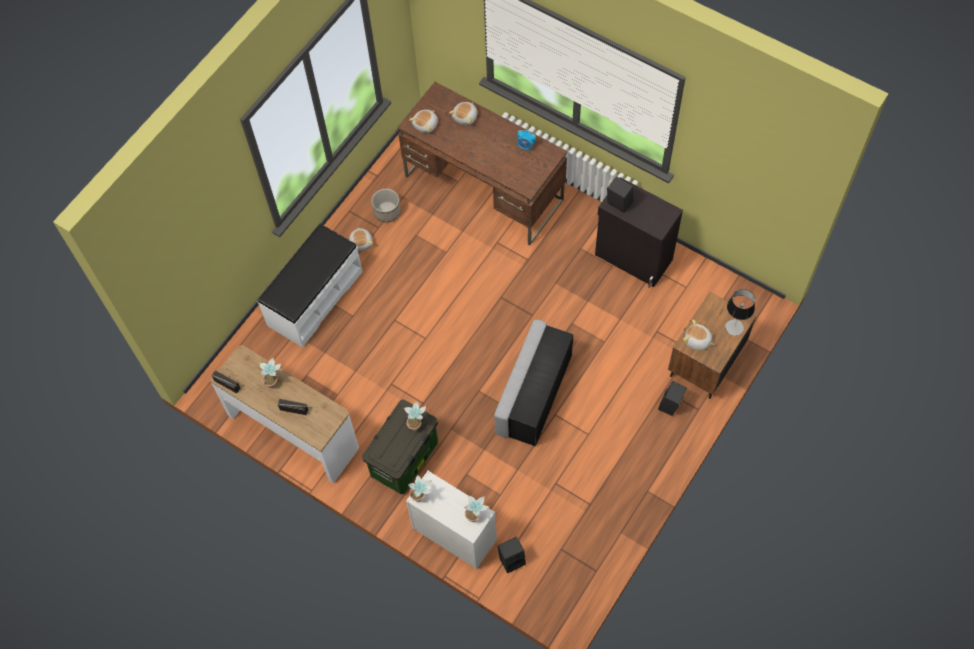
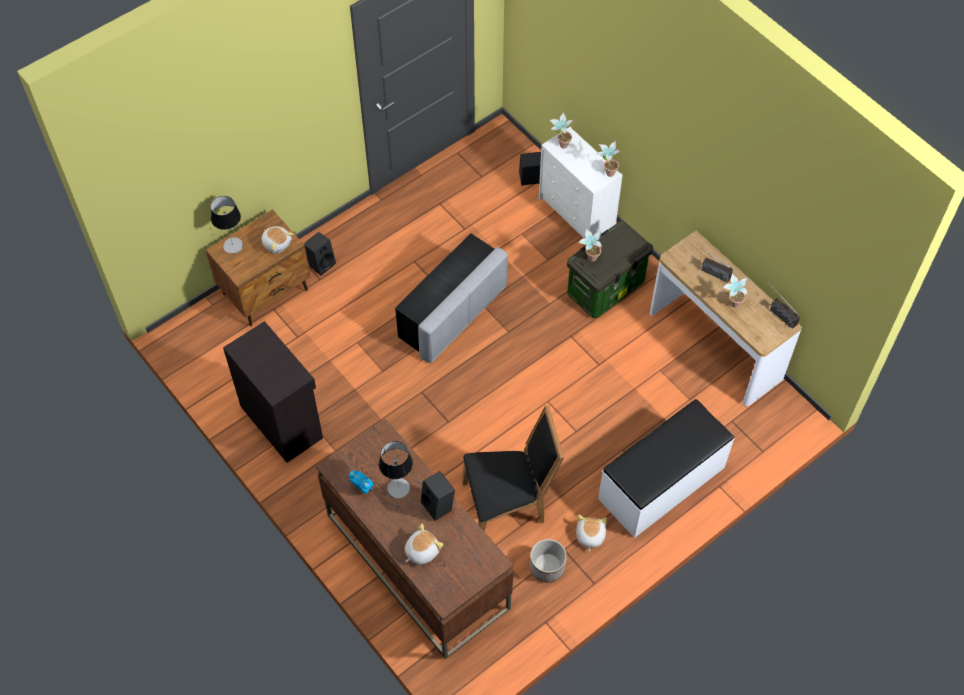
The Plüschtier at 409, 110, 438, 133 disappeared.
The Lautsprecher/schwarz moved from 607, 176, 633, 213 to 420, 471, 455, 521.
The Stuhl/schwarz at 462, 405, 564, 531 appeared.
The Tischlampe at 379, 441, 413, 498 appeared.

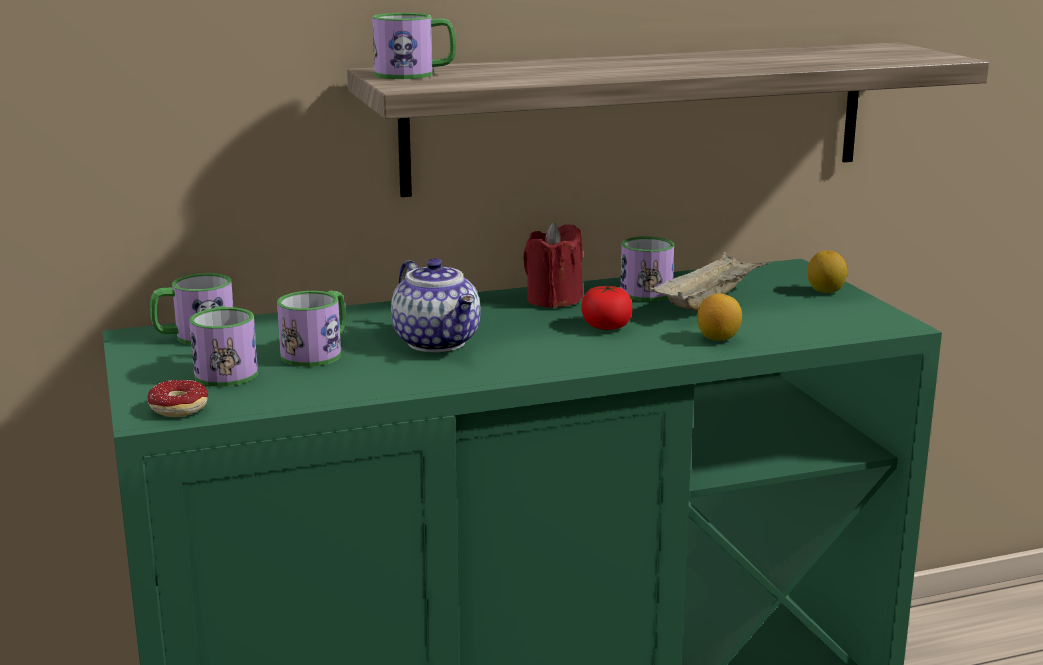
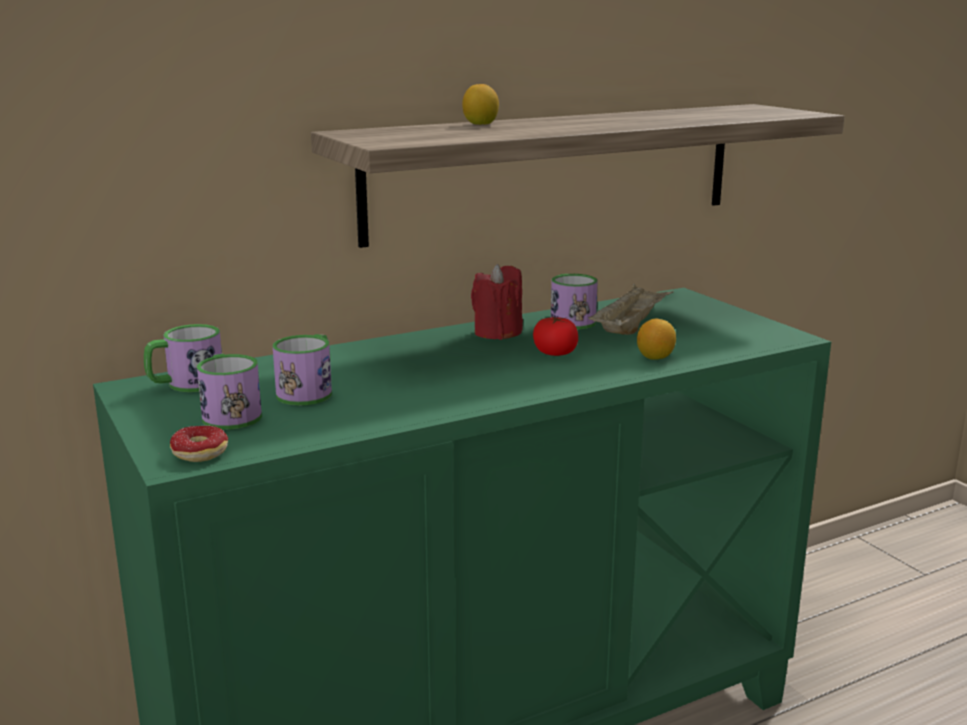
The Henkelbecher at 372, 13, 456, 79 disappeared.
The Zitrone moved from 807, 250, 847, 293 to 462, 84, 499, 125.
The Teekanne at 391, 258, 481, 353 disappeared.

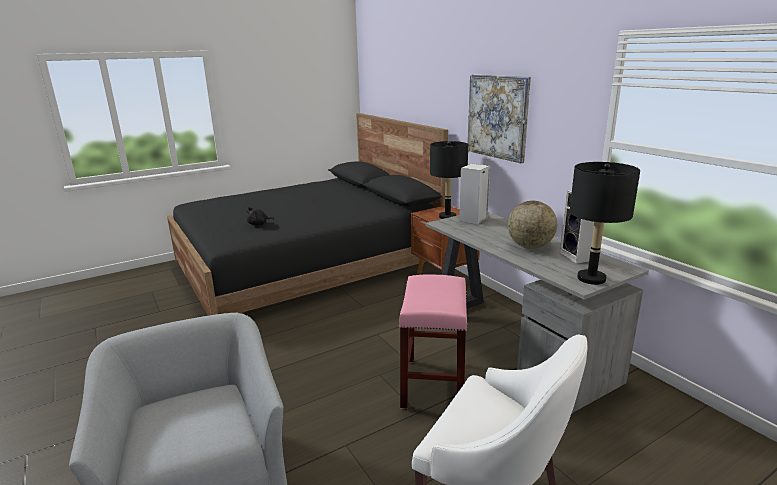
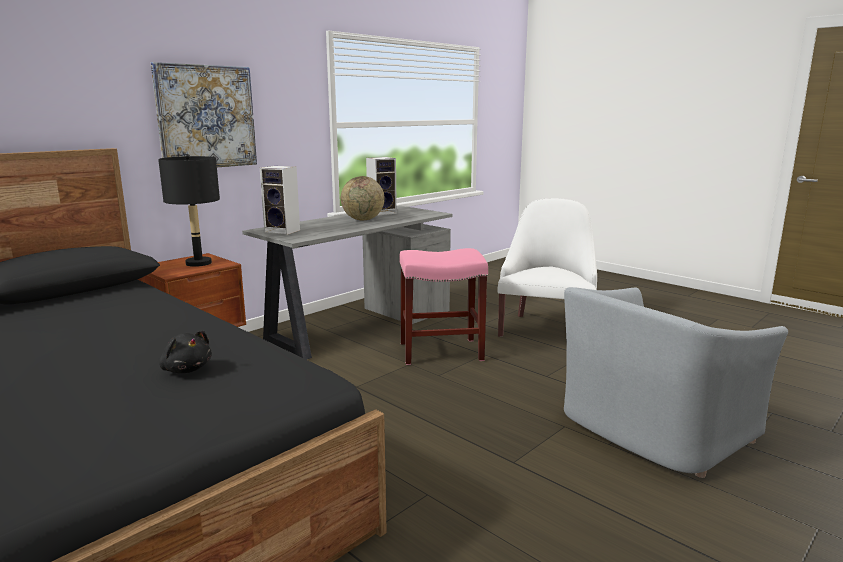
The Tischlampe/schwarz at 570, 162, 640, 285 disappeared.

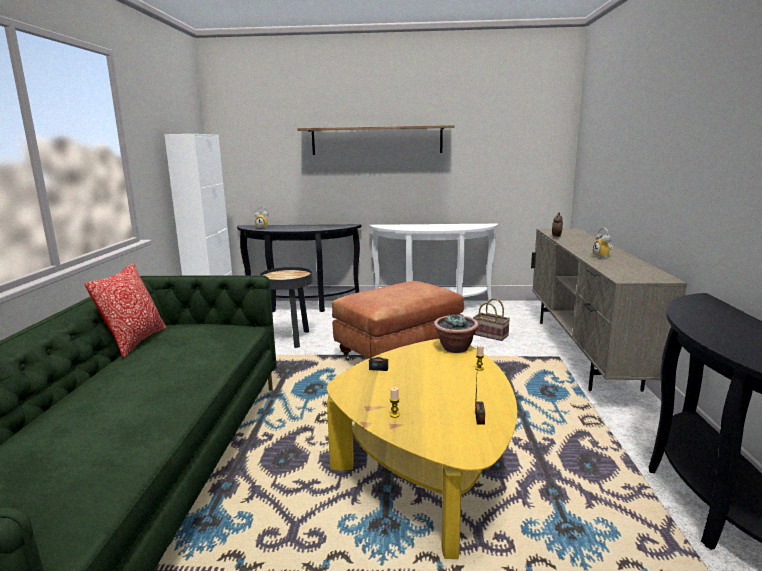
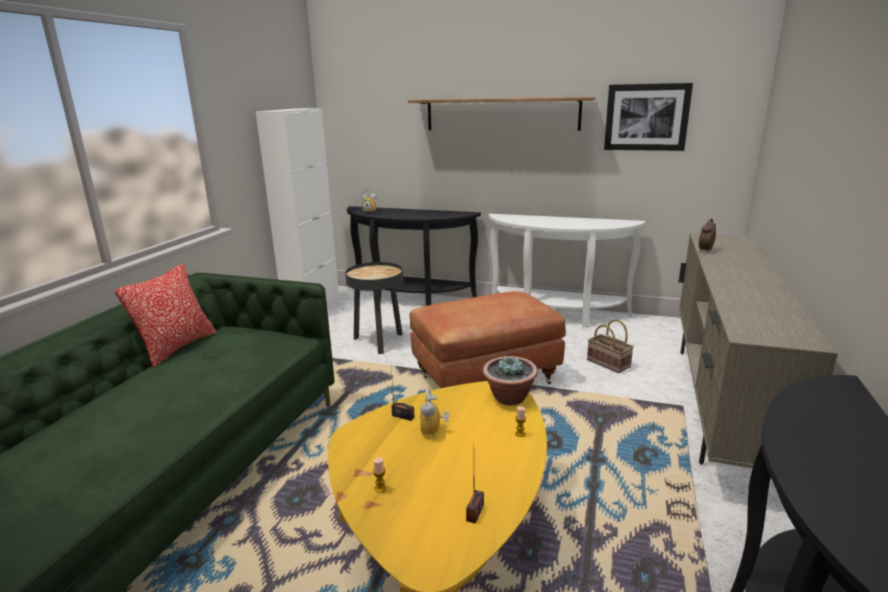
The Wecker moved from 593, 228, 613, 259 to 420, 389, 450, 438.
The Bild at 604, 83, 693, 151 appeared.

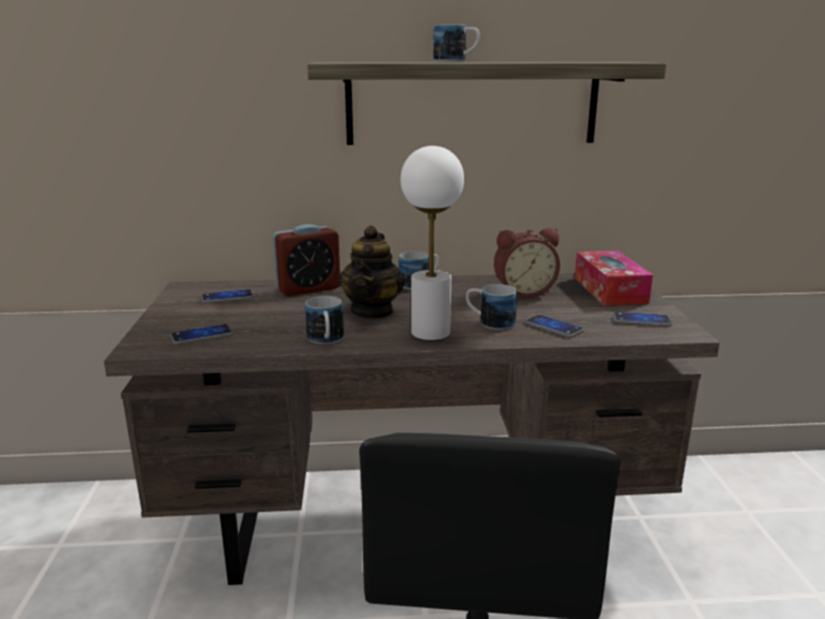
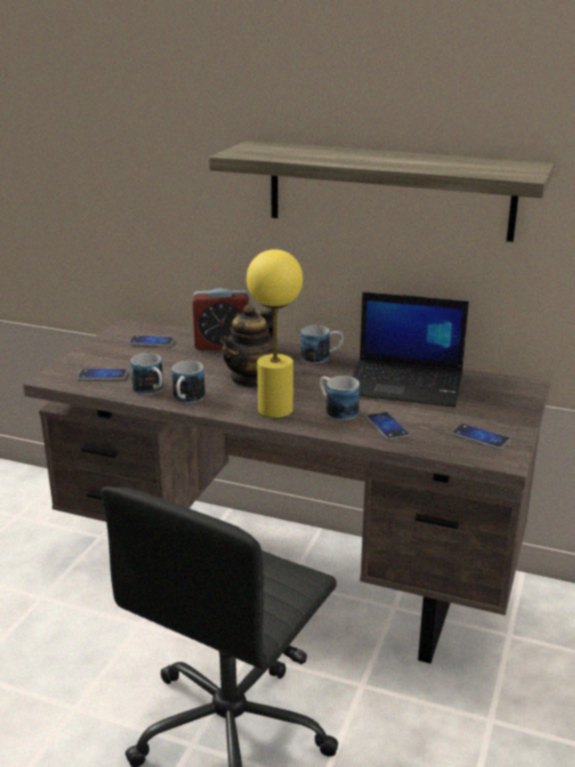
The Henkelbecher moved from 433, 24, 480, 62 to 130, 353, 163, 395.
The Tischlampe/weiß at 401, 146, 464, 340 became the Tischlampe/gelb at 246, 249, 303, 418.
The Wecker at 494, 228, 560, 297 was replaced by the Laptop at 352, 292, 469, 407.
The Taschentuchbox at 575, 251, 653, 306 disappeared.

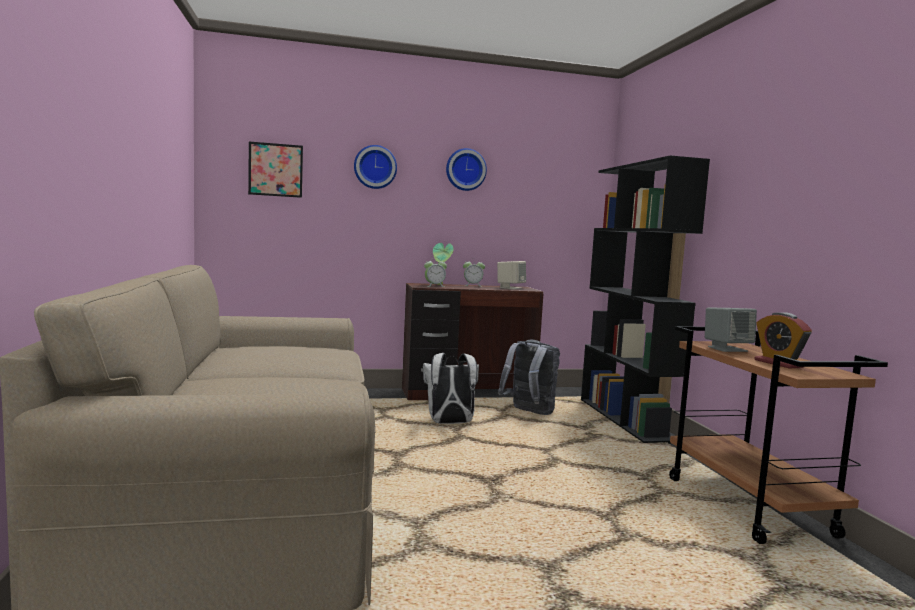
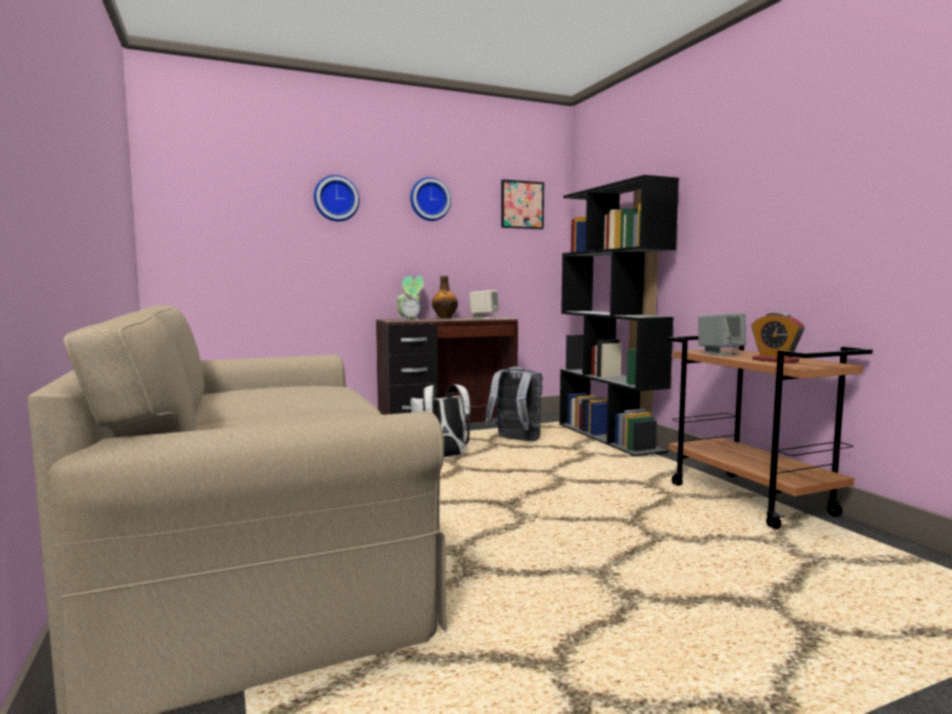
The Bild moved from 248, 141, 303, 198 to 501, 179, 544, 229.
The Wecker at 463, 259, 485, 287 was replaced by the Flasche at 432, 276, 458, 319.

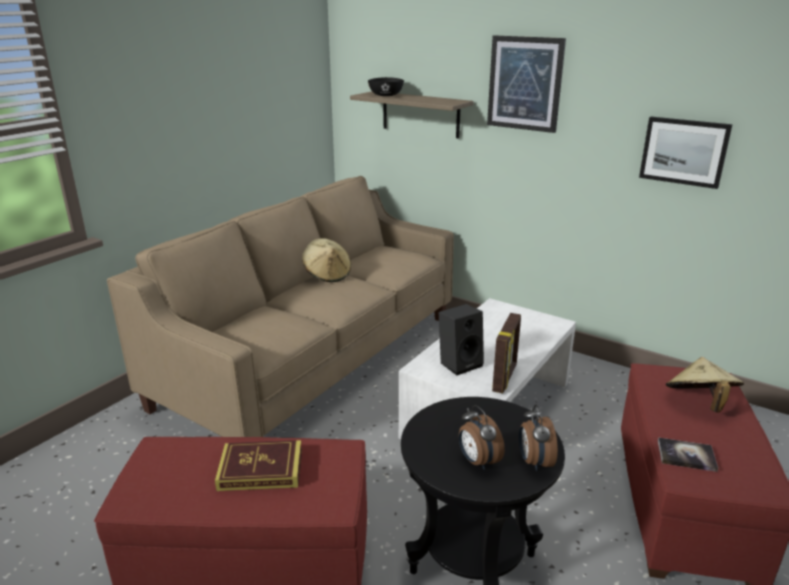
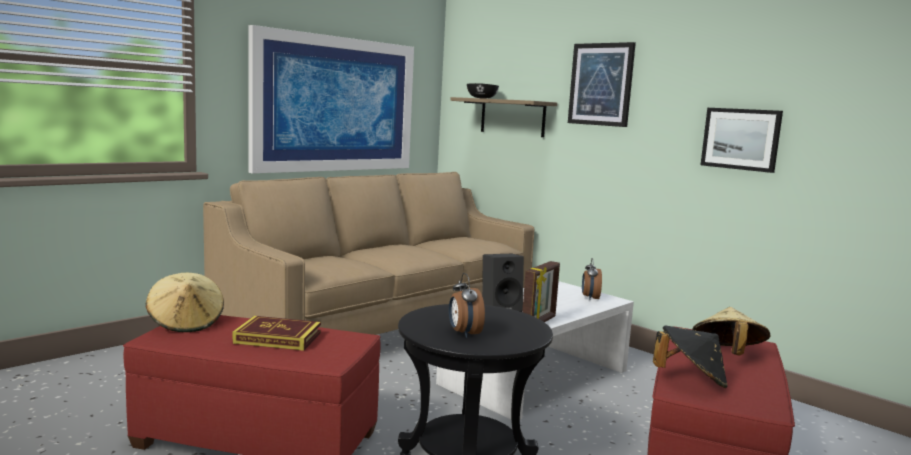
The Hut/beige moved from 302, 238, 351, 282 to 146, 273, 224, 332.
The Wecker moved from 519, 404, 558, 471 to 582, 258, 602, 299.
The Buch at 658, 438, 718, 472 was replaced by the Hut/schwarz at 653, 325, 728, 388.
The Bild at 248, 25, 414, 174 appeared.

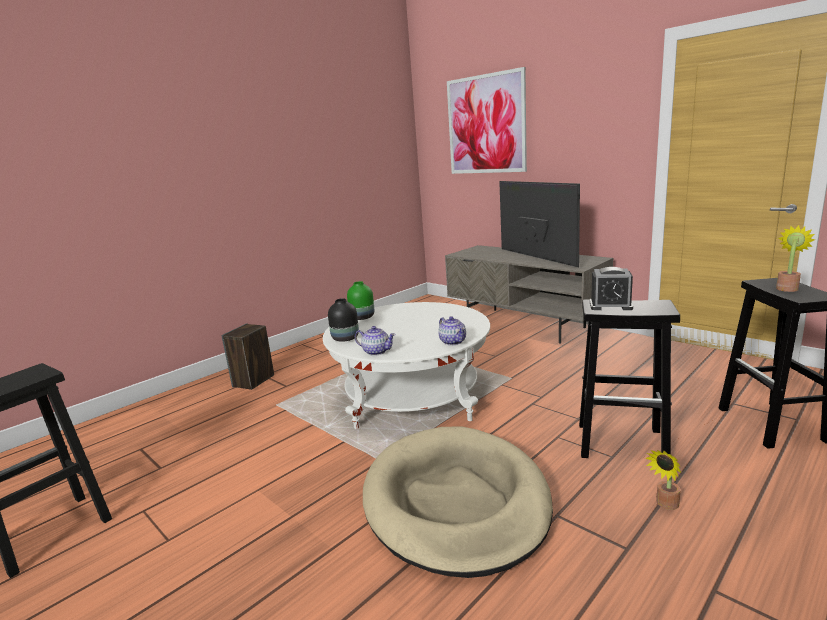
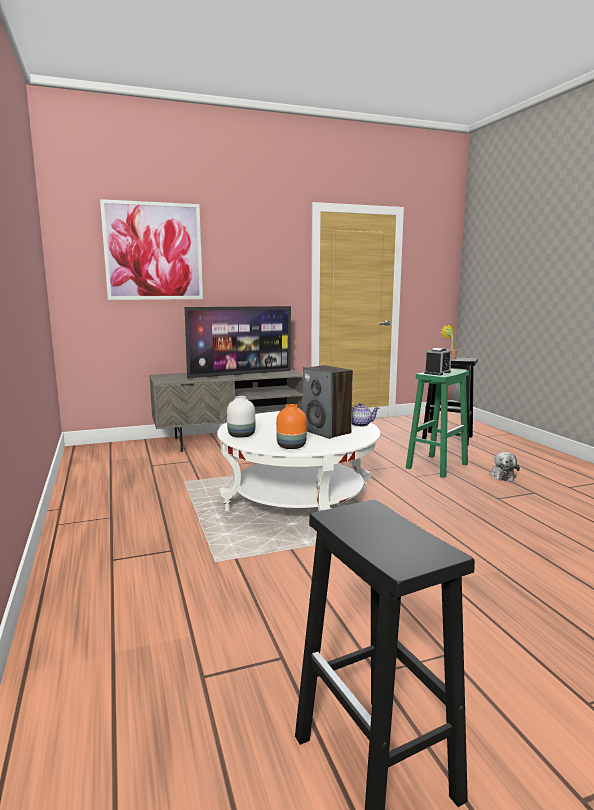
The Fernseher at 499, 181, 580, 267 turned 150 degrees clockwise.
The Vase/grün at 347, 281, 374, 320 became the Vase/weiß at 227, 396, 255, 438.
The Vase/schwarz at 328, 298, 359, 342 became the Vase/orange at 276, 404, 307, 449.
The Hocker/schwarz at 579, 300, 680, 458 became the Hocker/grün at 406, 369, 469, 478.
The Lautsprecher moved from 222, 323, 274, 390 to 303, 365, 353, 439.
The Teekanne at 355, 326, 396, 356 disappeared.
The Hundebett/beige at 363, 426, 553, 578 disappeared.
The Topfpflanze at 645, 450, 681, 510 was replaced by the Plüschtier at 489, 452, 520, 481.

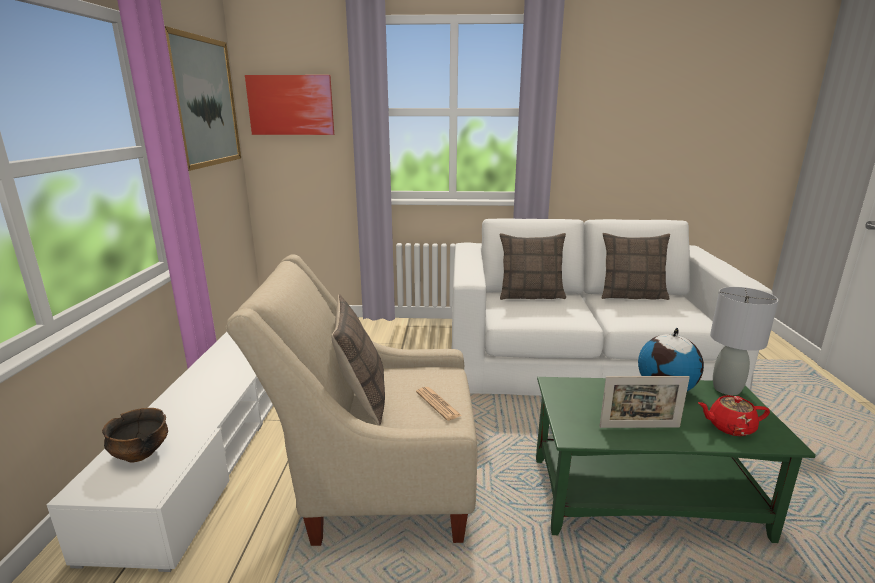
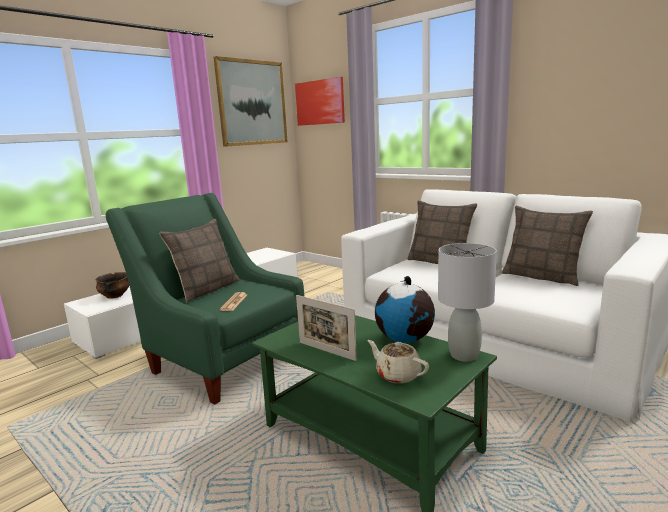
The Sessel/beige at 225, 254, 478, 546 became the Sessel/grün at 106, 193, 305, 405.
The Teekanne/rot at 698, 395, 770, 436 became the Teekanne/beige at 367, 340, 429, 383.

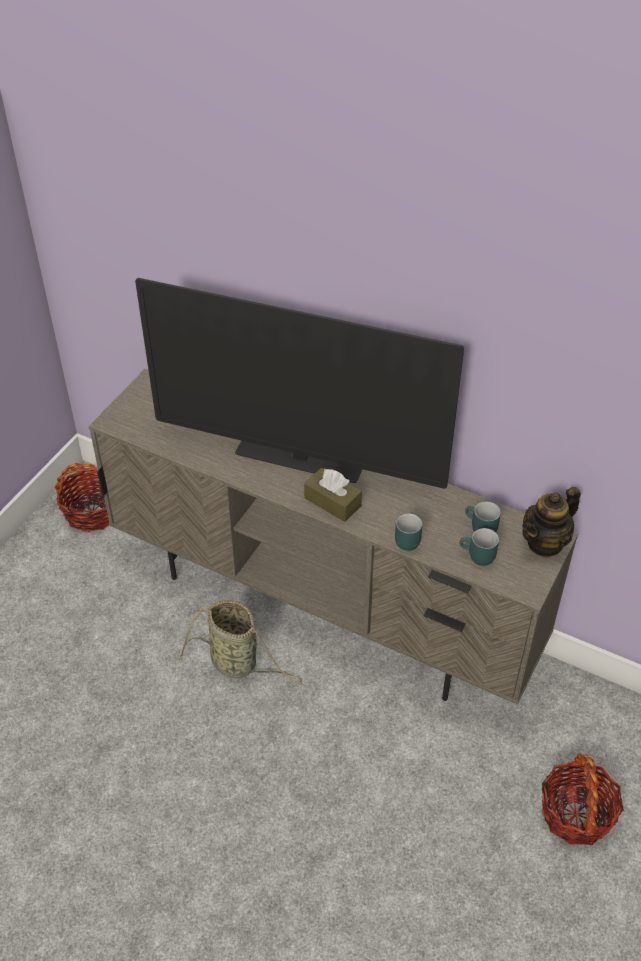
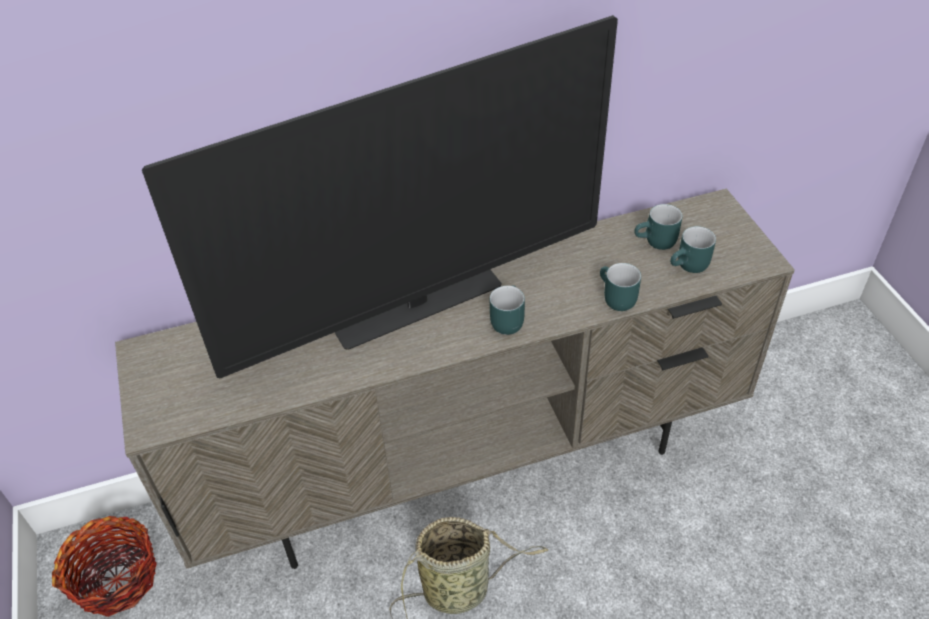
The Taschentuchbox/braun at 304, 468, 362, 522 was replaced by the Henkelbecher/türkis at 490, 285, 525, 335.
The Teekanne at 522, 487, 581, 557 disappeared.
The Korb at 542, 754, 624, 845 disappeared.

